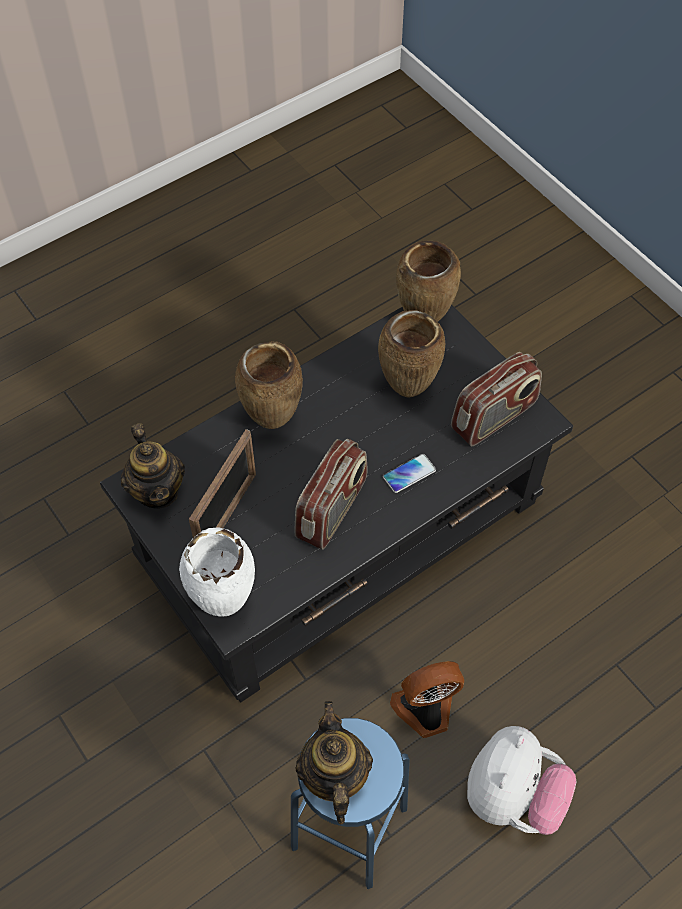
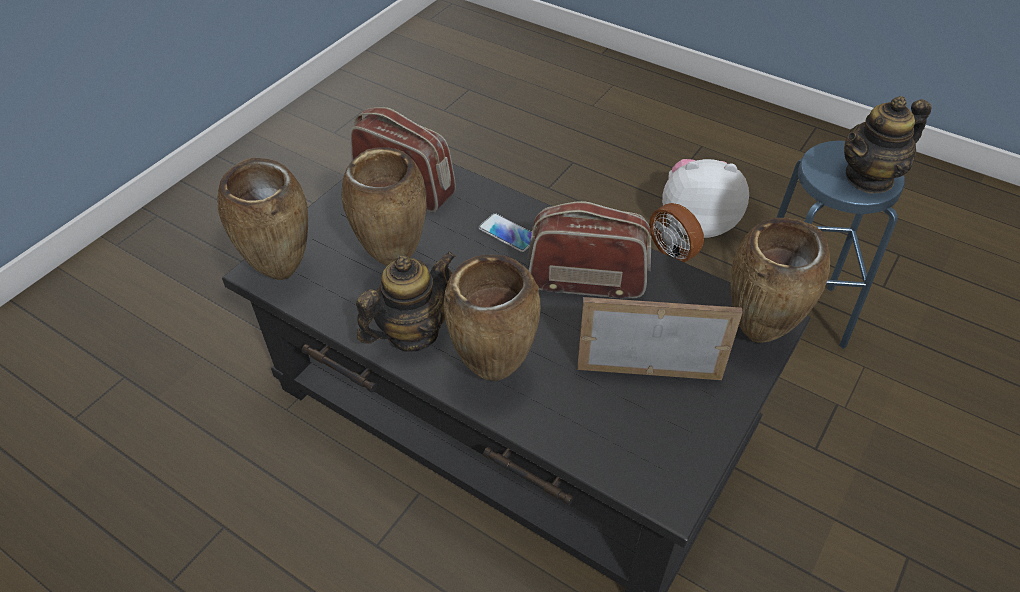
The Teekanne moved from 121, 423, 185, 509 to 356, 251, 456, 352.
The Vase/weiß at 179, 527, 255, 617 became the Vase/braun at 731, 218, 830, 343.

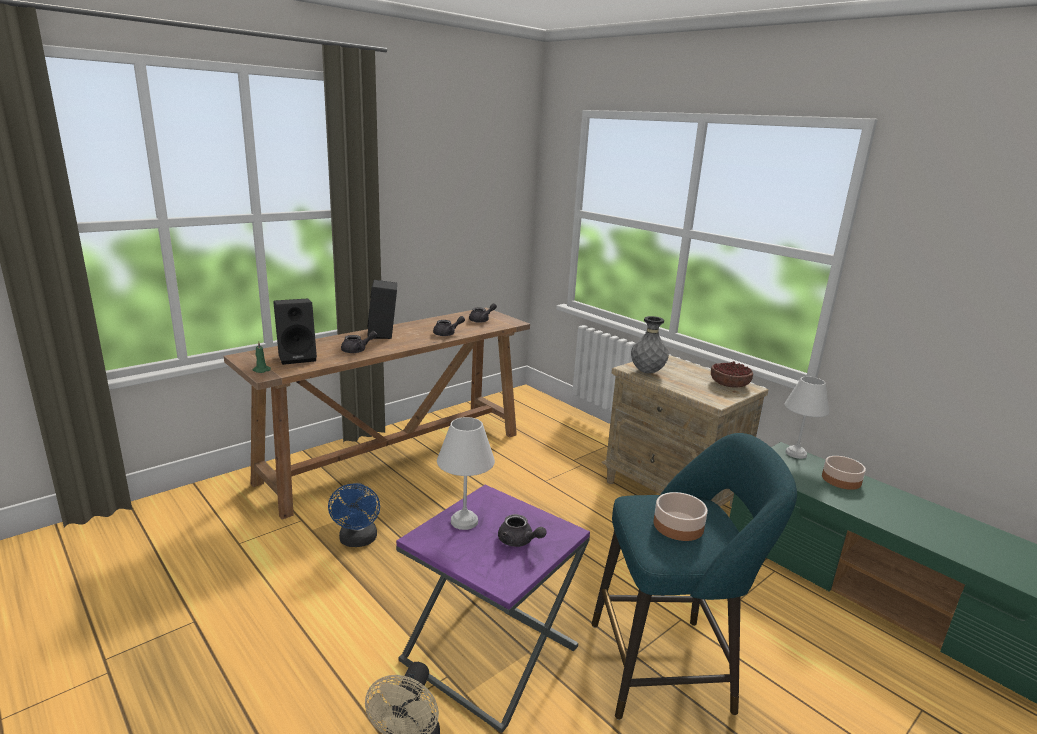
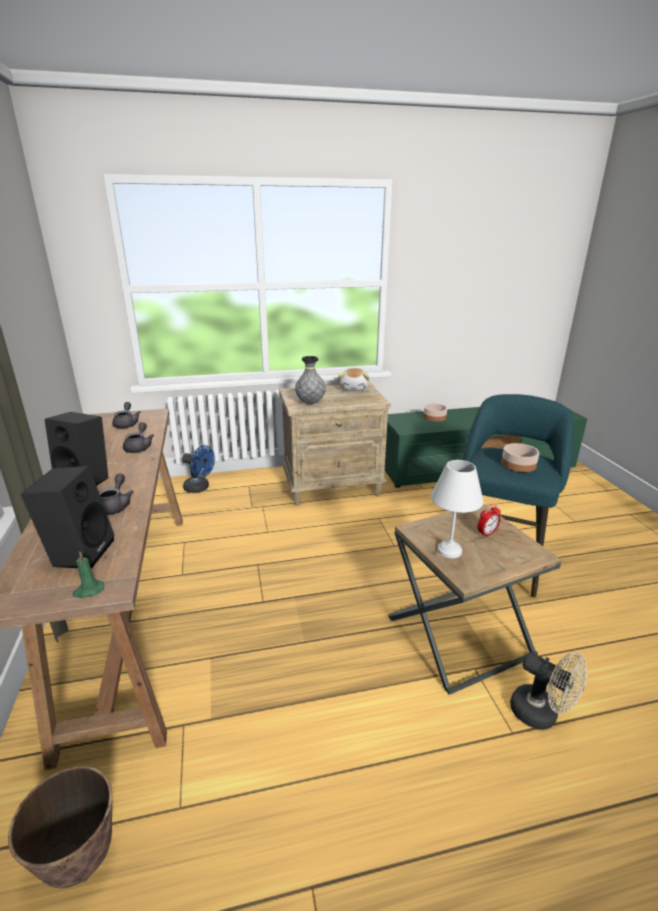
The Schüssel at 711, 361, 753, 387 was replaced by the Plüschtier at 339, 368, 369, 391.
The Tischlampe/weiß at 785, 376, 829, 459 disappeared.
The Ventilator/blau moved from 328, 483, 380, 547 to 182, 445, 215, 493.
The Beistelltisch/lila at 396, 485, 590, 733 became the Beistelltisch/braun at 388, 504, 562, 695.
The Teekanne/grau at 498, 514, 547, 547 was replaced by the Wecker at 478, 504, 501, 538.
The Pflanzkübel at 8, 766, 112, 888 appeared.

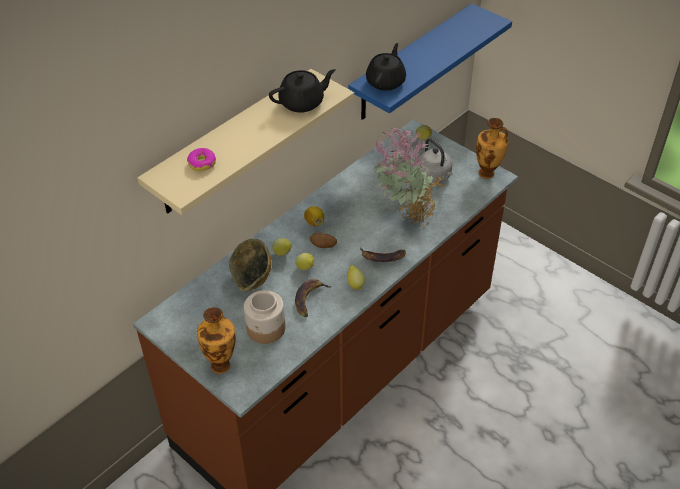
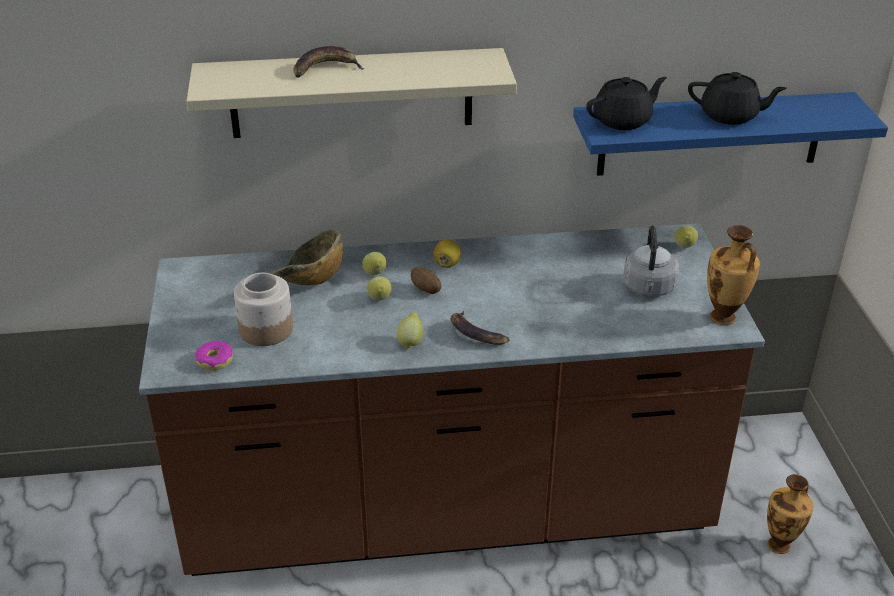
The Teekanne/schwarz moved from 269, 69, 336, 113 to 688, 72, 787, 125.
The Topfpflanze at 374, 127, 446, 228 disappeared.
The Donut moved from 187, 148, 216, 171 to 195, 341, 233, 370.
The Banane moved from 295, 279, 331, 317 to 293, 46, 365, 78.
The Vase moved from 197, 307, 236, 374 to 767, 474, 814, 554.

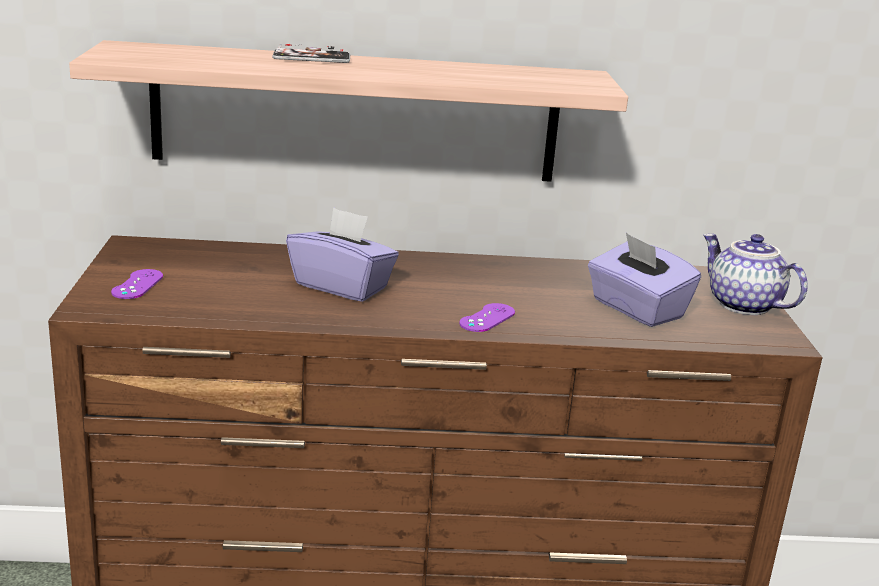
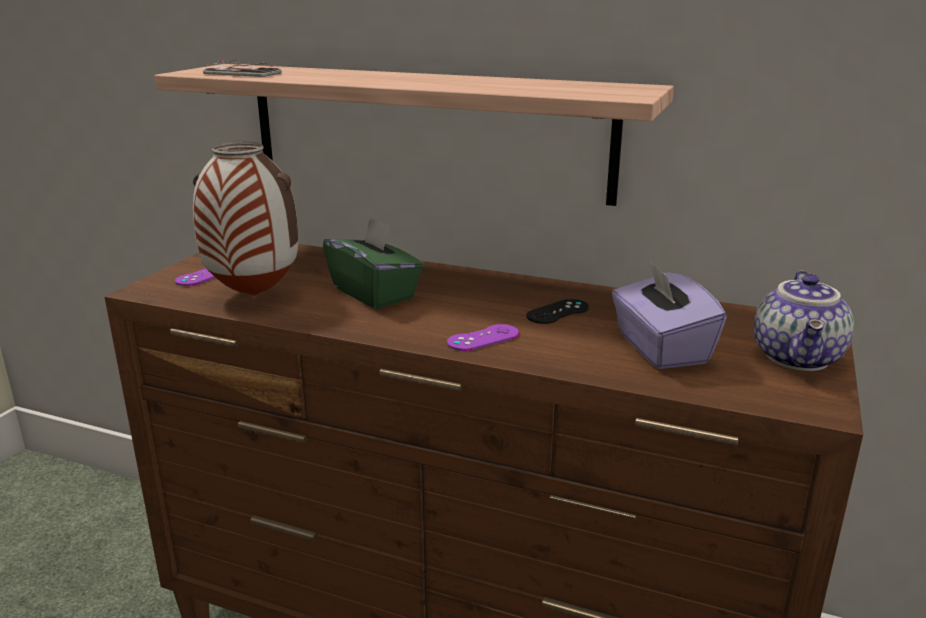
The Handy moved from 272, 43, 350, 63 to 203, 60, 282, 77.
The Taschentuchbox/lila at 286, 207, 399, 302 became the Taschentuchbox/grün at 323, 216, 424, 309.
The Teekanne at 703, 234, 807, 315 turned 150 degrees counterclockwise.
The Vase at 193, 142, 298, 296 appeared.
The Gamepad/schwarz at 526, 299, 589, 324 appeared.

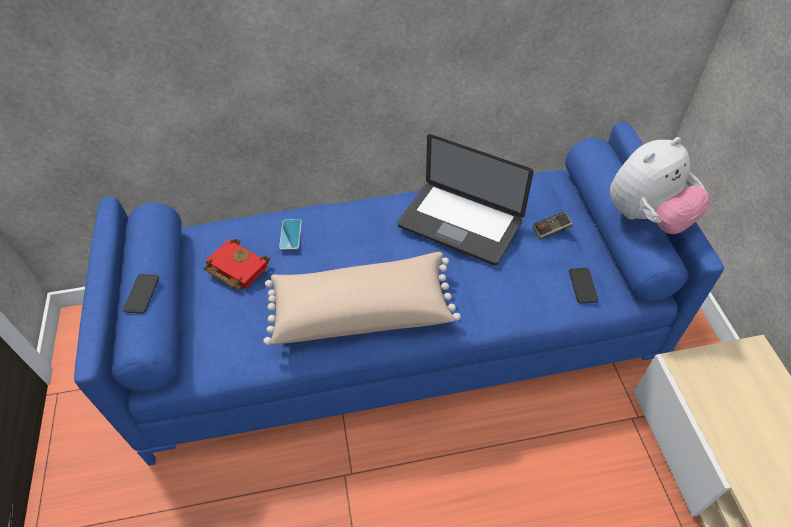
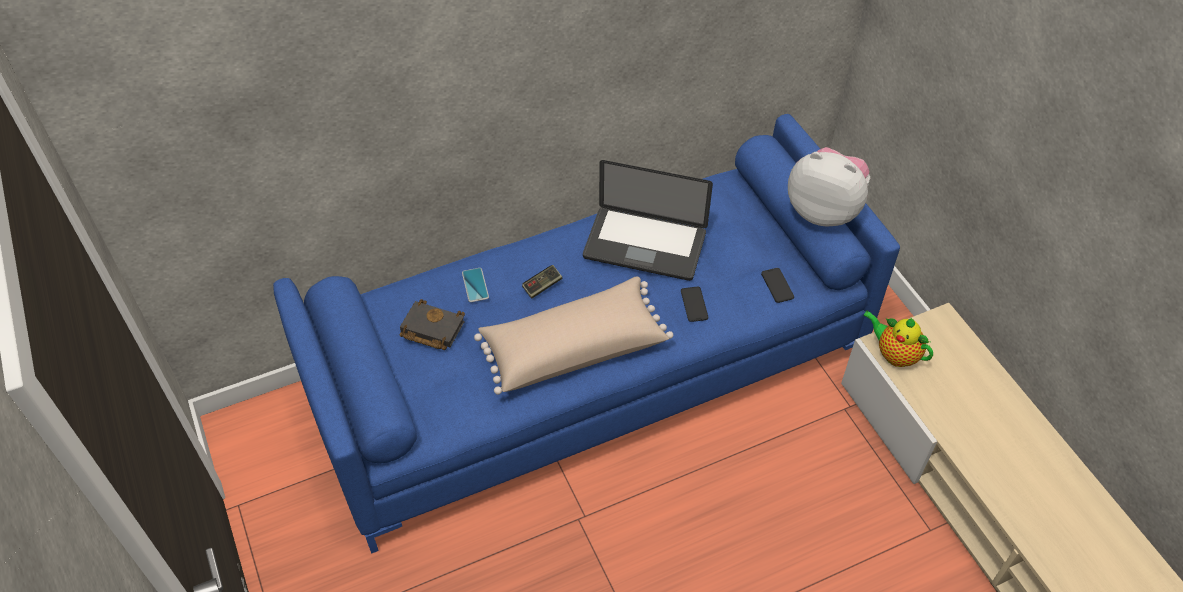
The Plüschtier at 610, 137, 711, 234 turned 105 degrees counterclockwise.
The Gamepad moved from 533, 212, 573, 240 to 522, 265, 562, 299.
The Buch/rot at 204, 239, 270, 290 became the Buch/schwarz at 400, 299, 465, 350.
The Handy moved from 123, 274, 159, 314 to 681, 287, 708, 322.
The Teekanne at 863, 311, 933, 367 appeared.

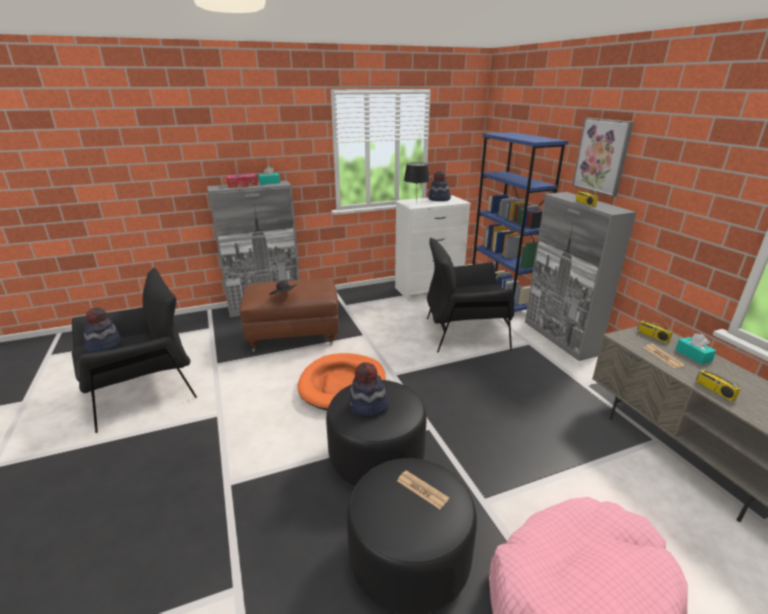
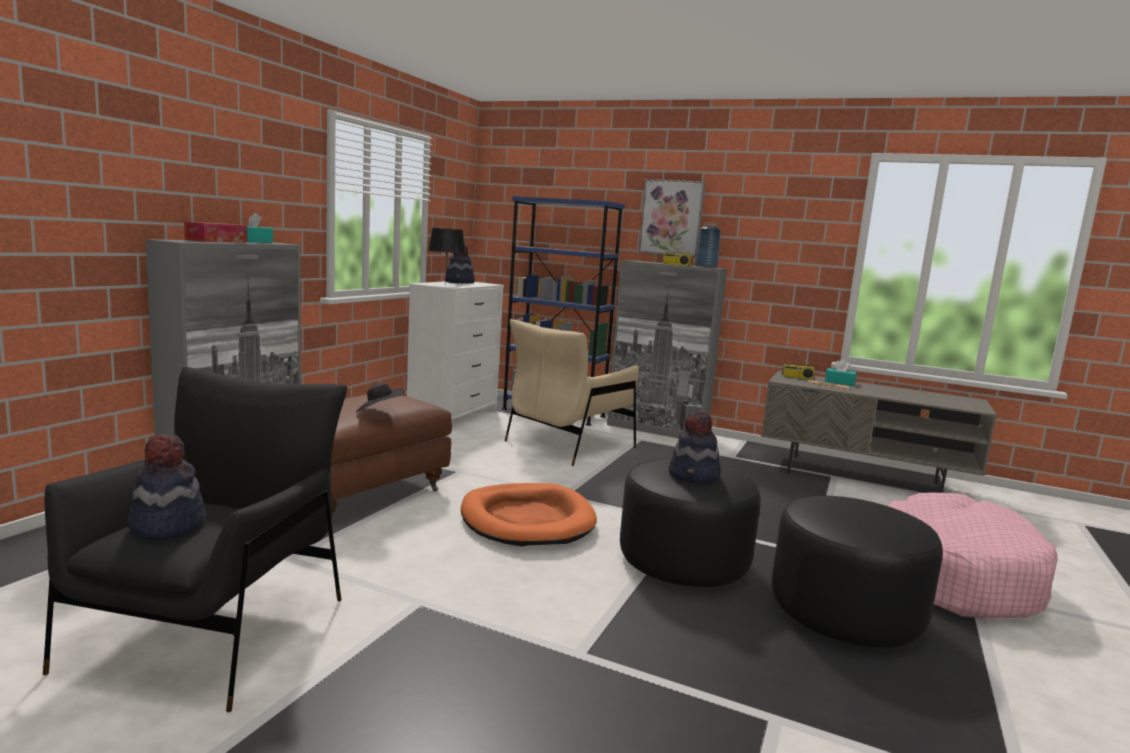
The Sessel/schwarz at 427, 238, 514, 352 became the Sessel/beige at 505, 319, 639, 466.
The Radio at 696, 357, 741, 401 disappeared.
The Zeitung at 397, 470, 449, 509 disappeared.
The Vase/blau at 695, 222, 721, 268 appeared.

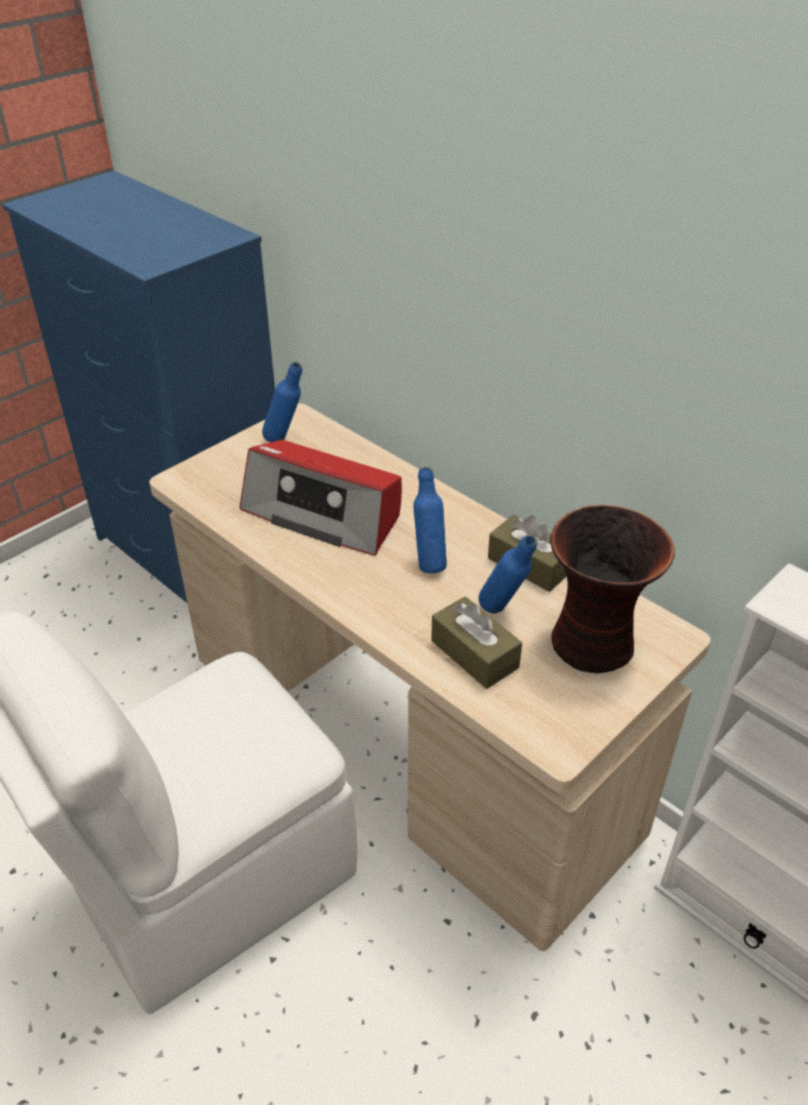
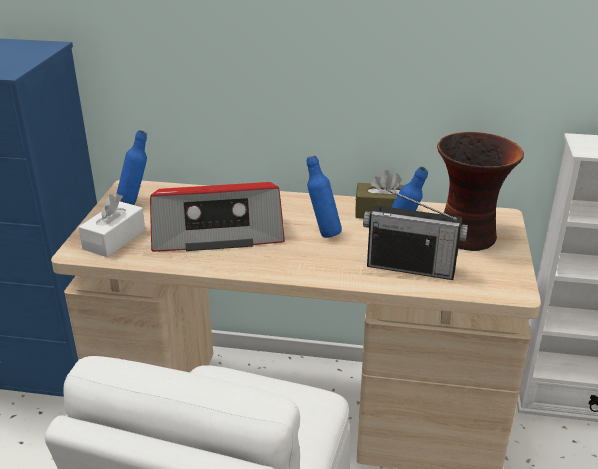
The Taschentuchbox/braun at 431, 597, 522, 689 was replaced by the Radio at 363, 187, 468, 280.
The Taschentuchbox/weiß at 78, 193, 145, 257 appeared.

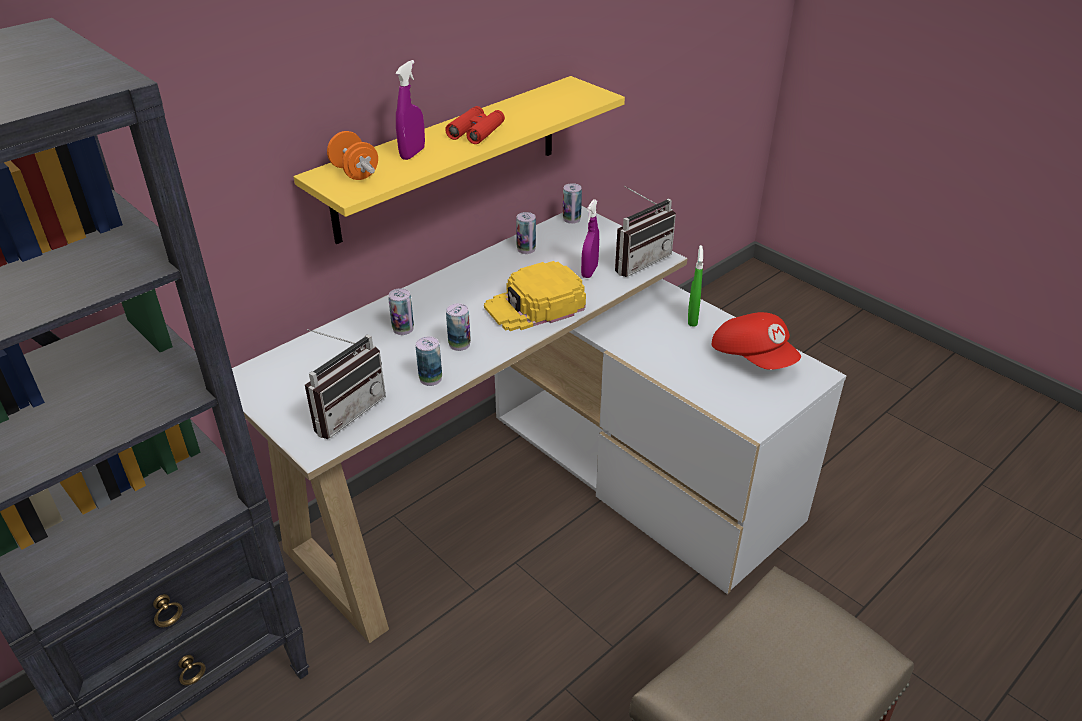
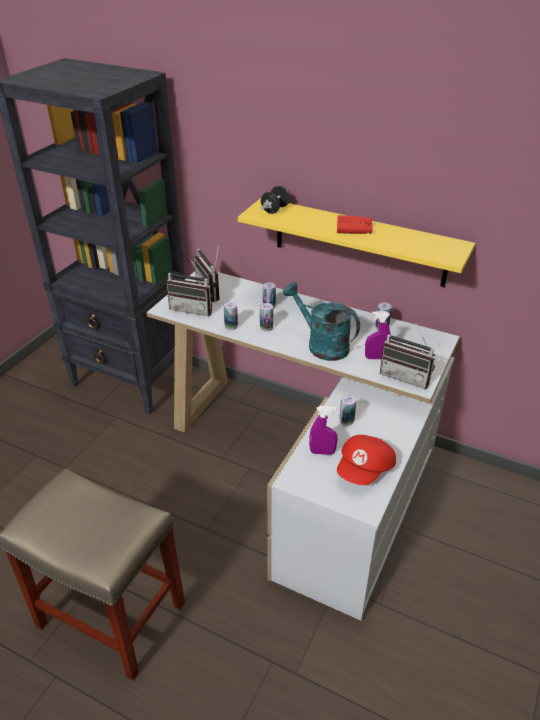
The Sprühflasche/lila moved from 396, 60, 425, 160 to 309, 406, 338, 455.
The Hantel/orange at 327, 131, 378, 180 became the Hantel/schwarz at 261, 186, 290, 214.
The Dose moved from 563, 183, 582, 224 to 339, 395, 356, 426.
The Sprühflasche/grün at 688, 245, 703, 327 disappeared.
The Kappe/gelb at 484, 261, 586, 331 was replaced by the Gießkanne/türkis at 283, 282, 360, 361.
The Radio at 194, 243, 220, 302 appeared.

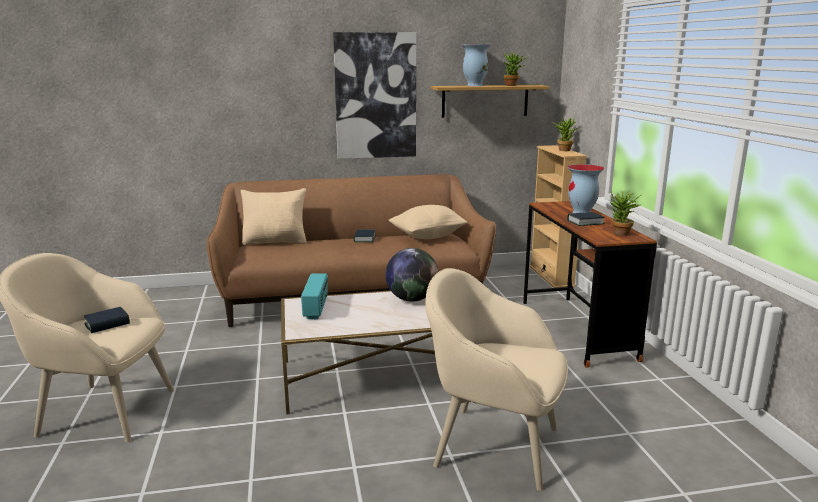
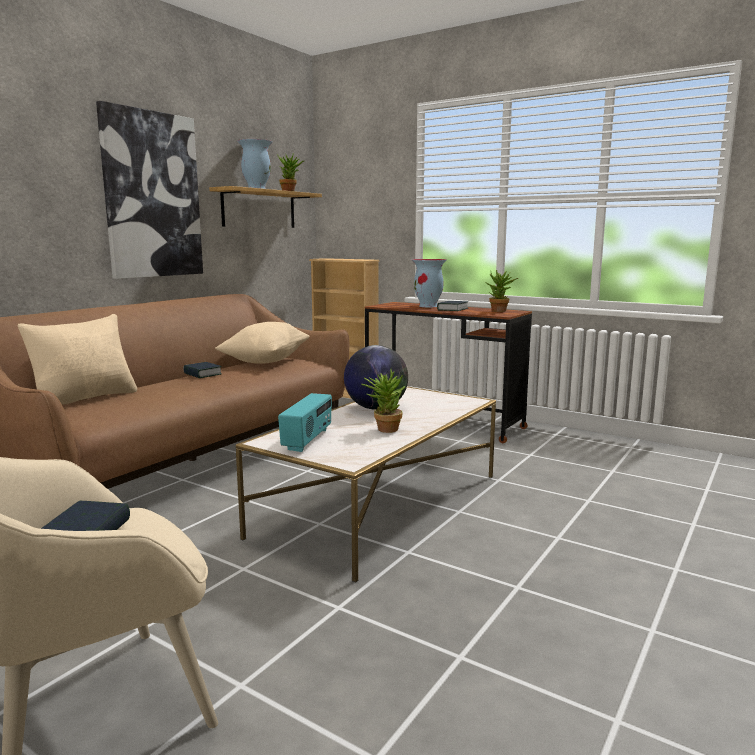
The Topfpflanze moved from 553, 118, 579, 151 to 361, 369, 405, 433.
The Sessel/beige at 425, 268, 568, 491 disappeared.
The Radio at 301, 273, 328, 320 turned 60 degrees clockwise.

